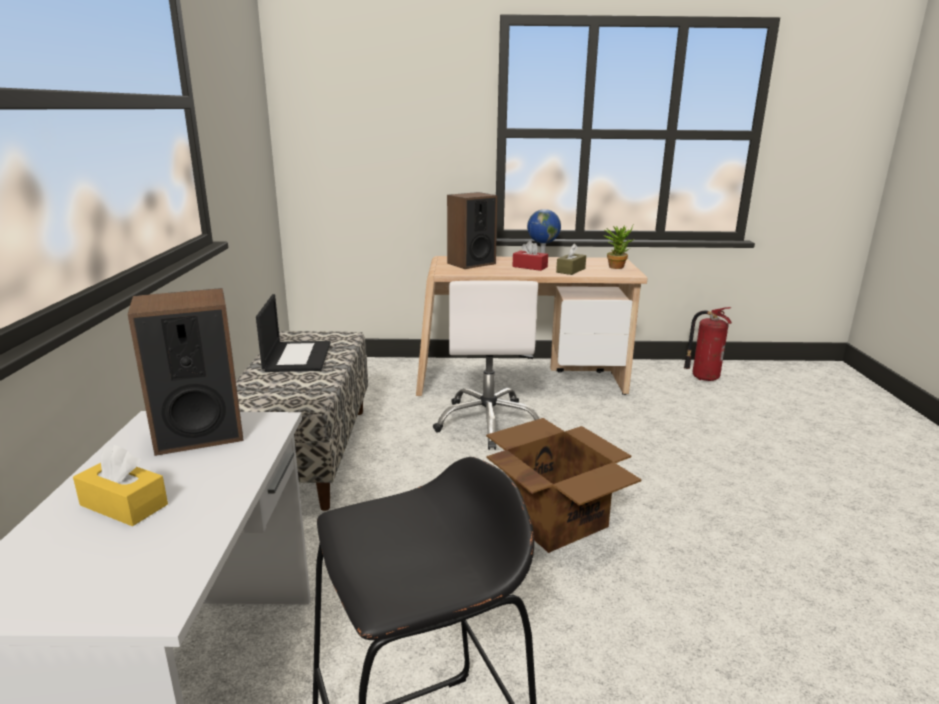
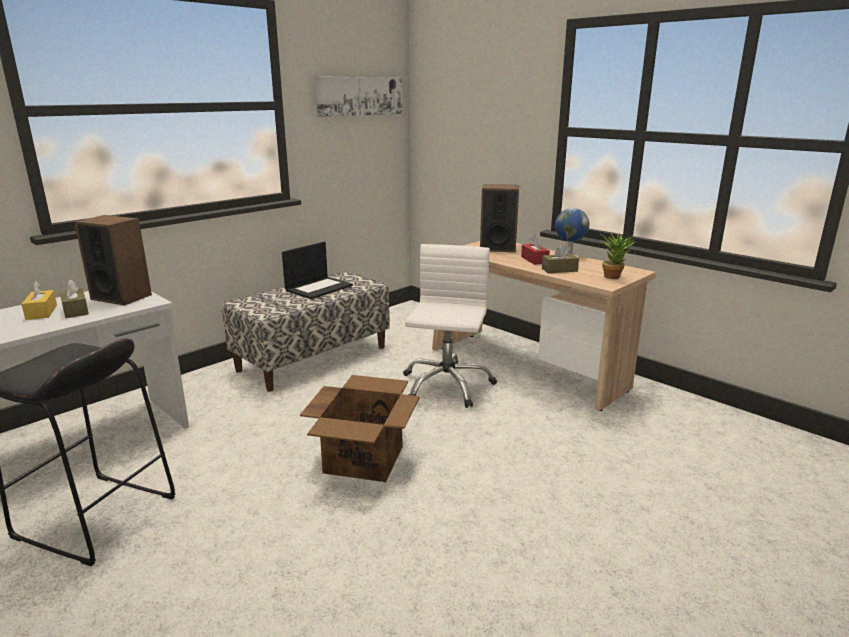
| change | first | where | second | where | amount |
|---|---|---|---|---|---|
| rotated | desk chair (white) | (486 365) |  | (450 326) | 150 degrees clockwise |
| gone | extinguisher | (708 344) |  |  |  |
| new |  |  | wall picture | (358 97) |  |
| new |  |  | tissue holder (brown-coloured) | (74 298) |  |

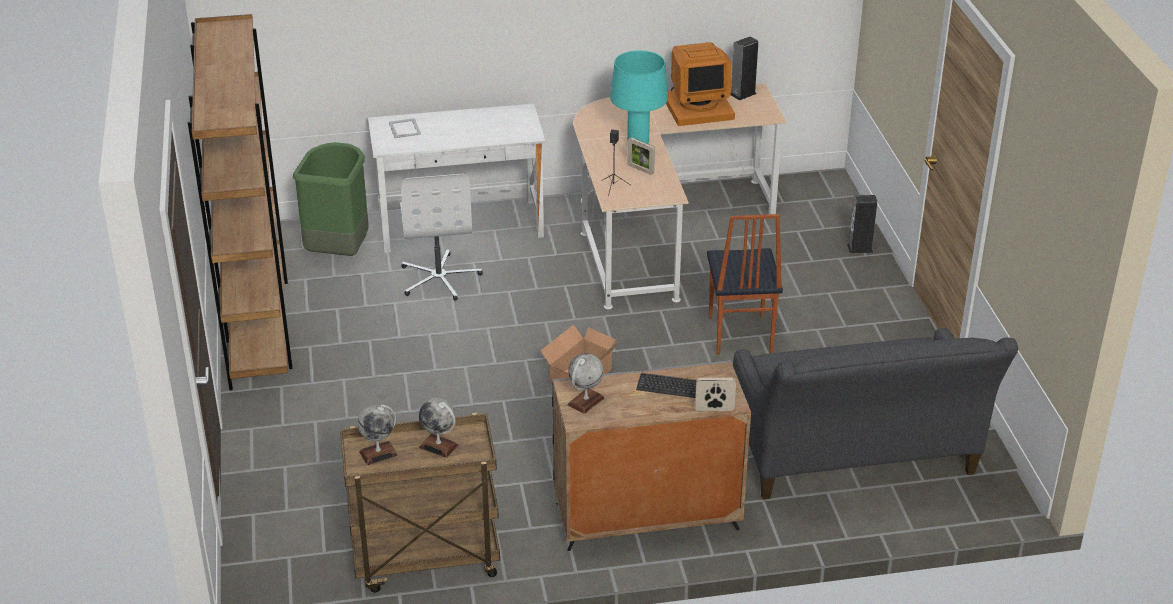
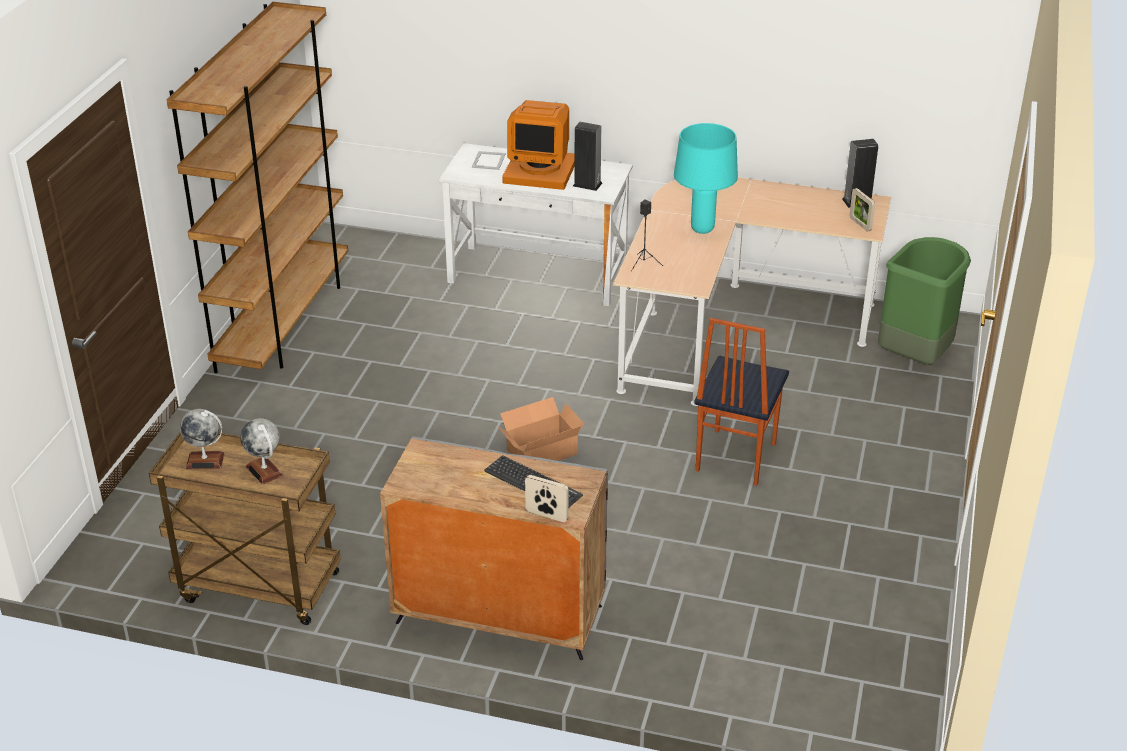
| change | first | where | second | where | amount |
|---|---|---|---|---|---|
| shifted | computer screen | (700 84) |  | (538 145) |  |
| shifted | photo frame | (641 156) |  | (862 210) |  |
| shifted | waste bin (greenish) | (331 199) |  | (924 301) |  |
| gone | desk chair (white) | (441 237) |  |  |  |
| shifted | speaker | (862 224) |  | (587 156) |  |
| gone | couch (greyish) | (875 414) |  |  |  |
| gone | globe | (585 383) |  |  |  |

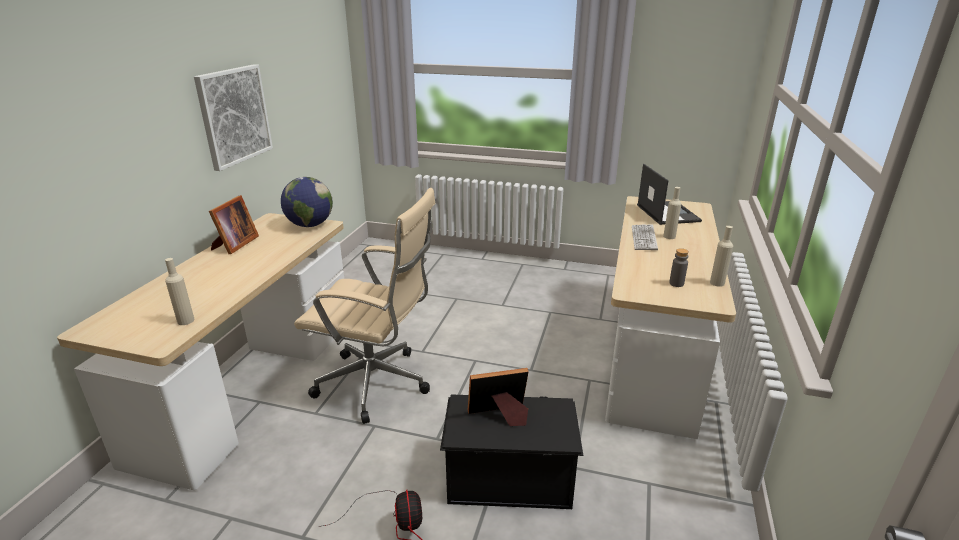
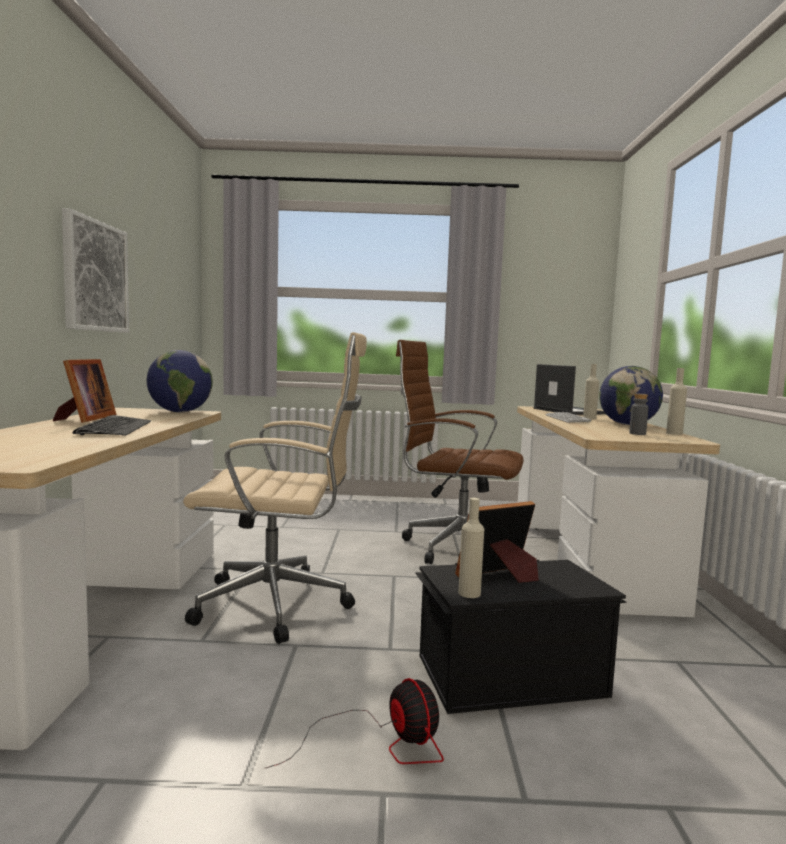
| change | first | where | second | where | amount |
|---|---|---|---|---|---|
| shifted | drink bottle (sand-coloured) | (180 291) |  | (471 548) |  |
| new |  |  | desk chair (brown-coloured) | (460 452) |  |
| new |  |  | globe | (631 395) |  |
| new |  |  | PC keyboard | (111 425) |  |

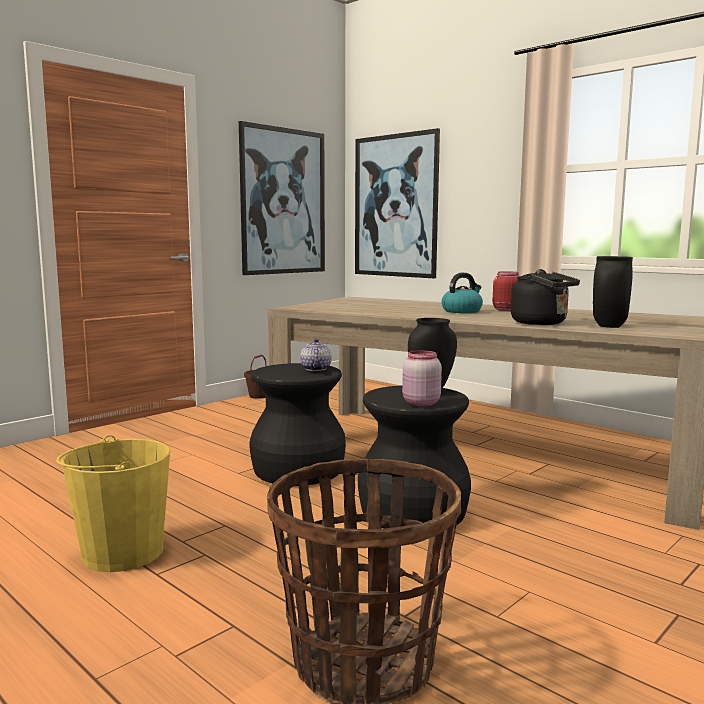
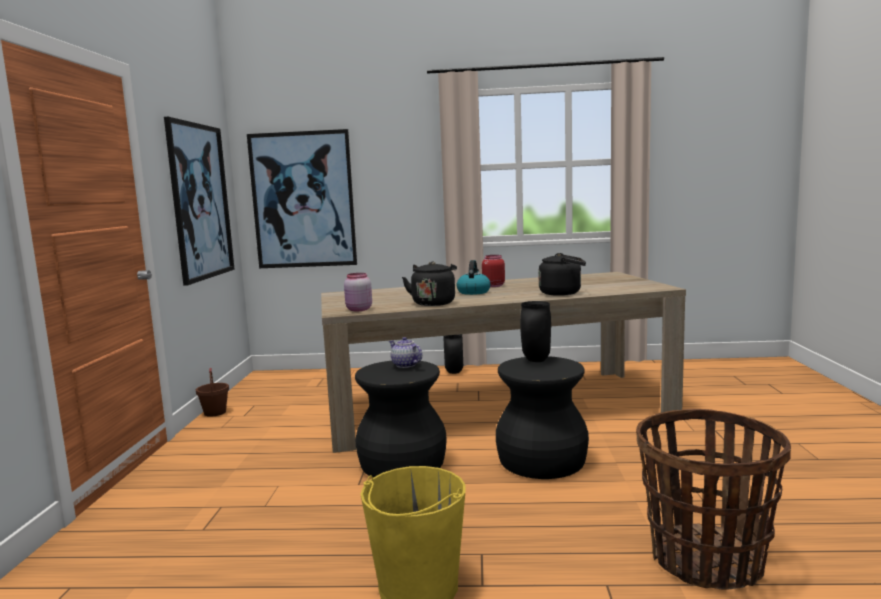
| change | first | where | second | where | amount |
|---|---|---|---|---|---|
| shifted | flower vase (blackish) | (613 292) |  | (453 354) |  |
| shifted | jar (pink-coloured) | (422 378) |  | (358 292) |  |
| new |  |  | water kettle (blackish) | (429 283) |  |

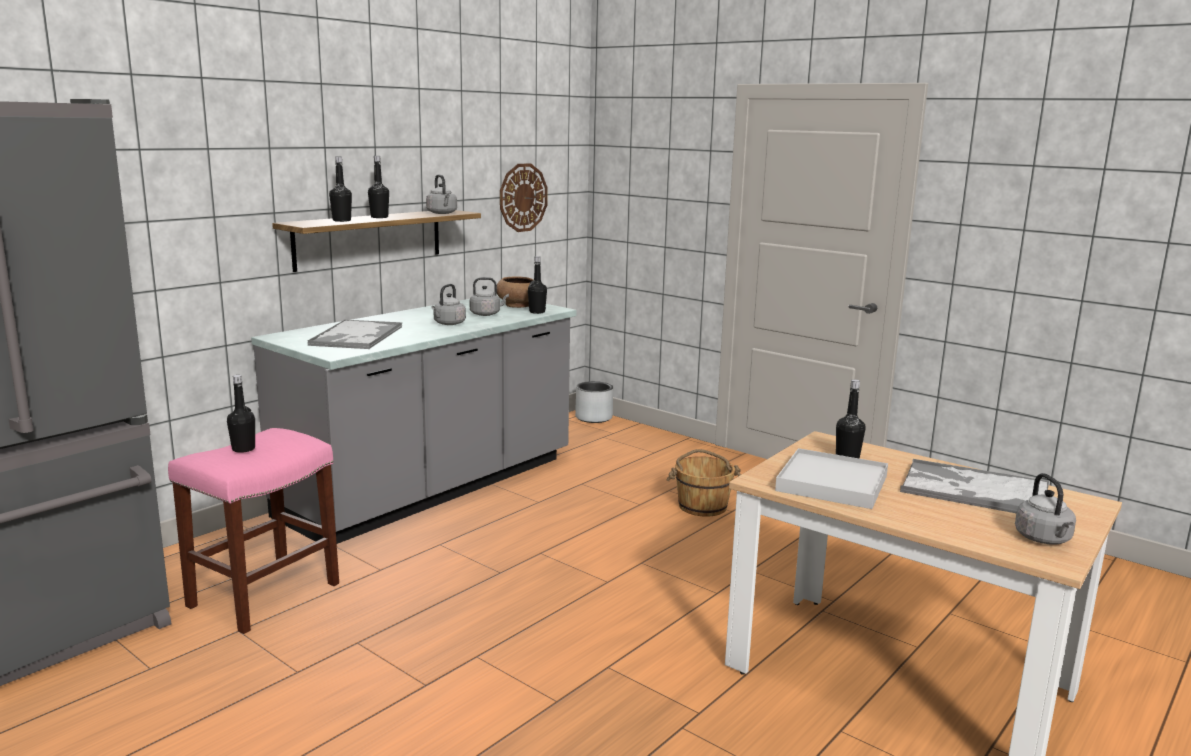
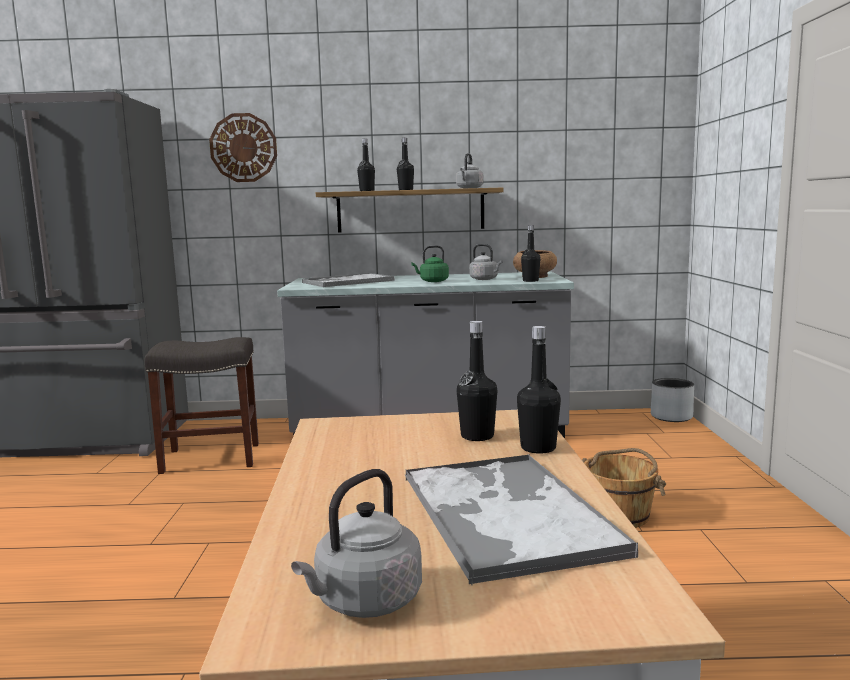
| change | first | where | second | where | amount |
|---|---|---|---|---|---|
| shifted | wall clock | (524 197) |  | (243 147) |  |
| repainted | water kettle (greyish) | (448 304) | water kettle (greenish) | (430 263) |  |
| shifted | drink bottle (blackish) | (241 414) |  | (539 390) |  |
| repainted | sitting stool (pink-coloured) | (253 531) | sitting stool (greyish) | (201 405) |  |
| gone | tray (white) | (831 478) |  |  |  |

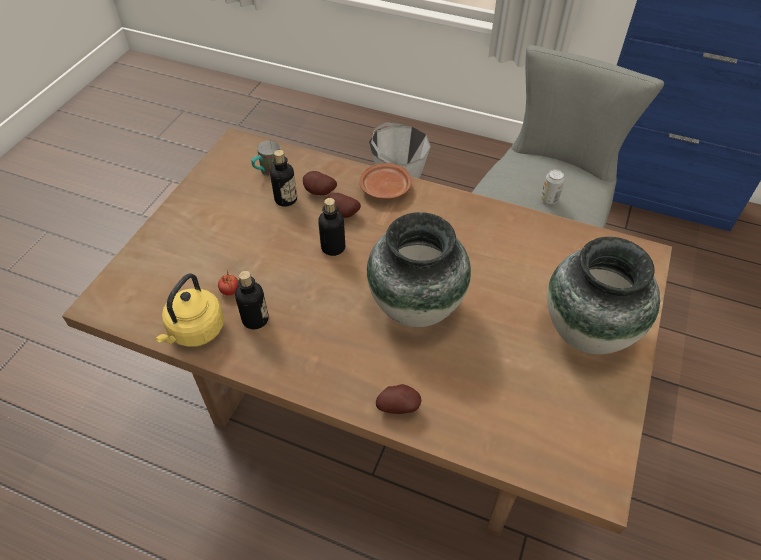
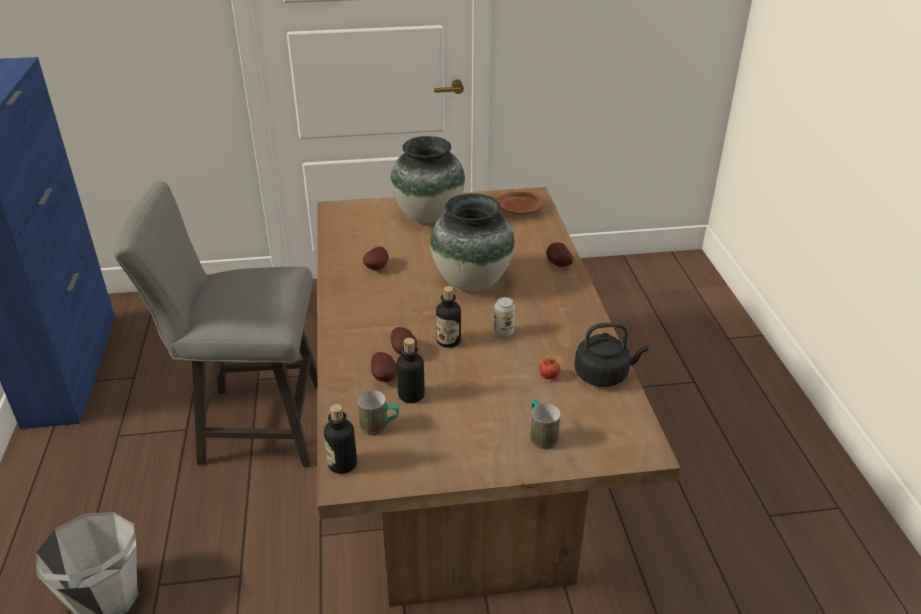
| change | first | where | second | where | amount |
|---|---|---|---|---|---|
| shifted | flat dish (brown-coloured) | (385 181) |  | (519 203) |  |
| shifted | sealed can | (553 186) |  | (504 317) |  |
| shifted | drink bottle | (252 300) |  | (340 439) |  |
| repainted | water kettle (yellowish) | (189 310) | water kettle (blackish) | (611 354) |  |
| new |  |  | whole potato | (376 258) |  |
| new |  |  | coffee mug | (545 424) |  |

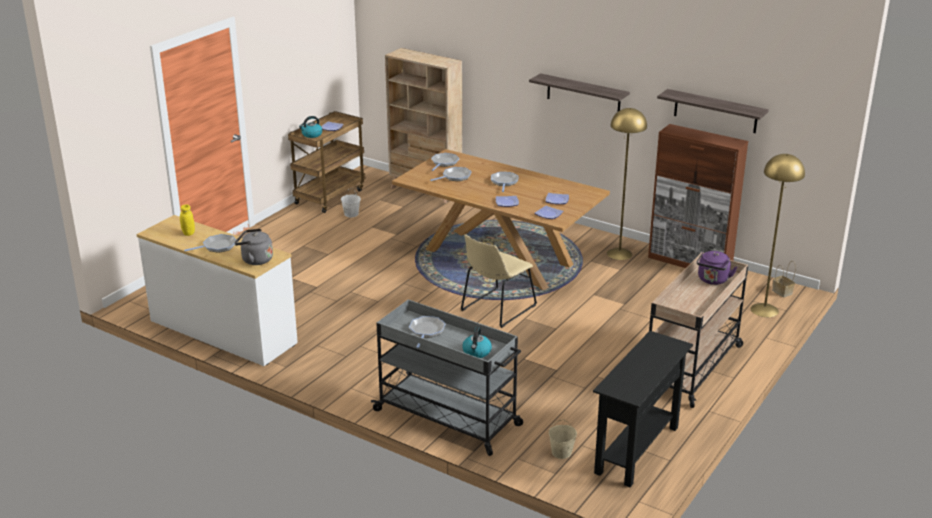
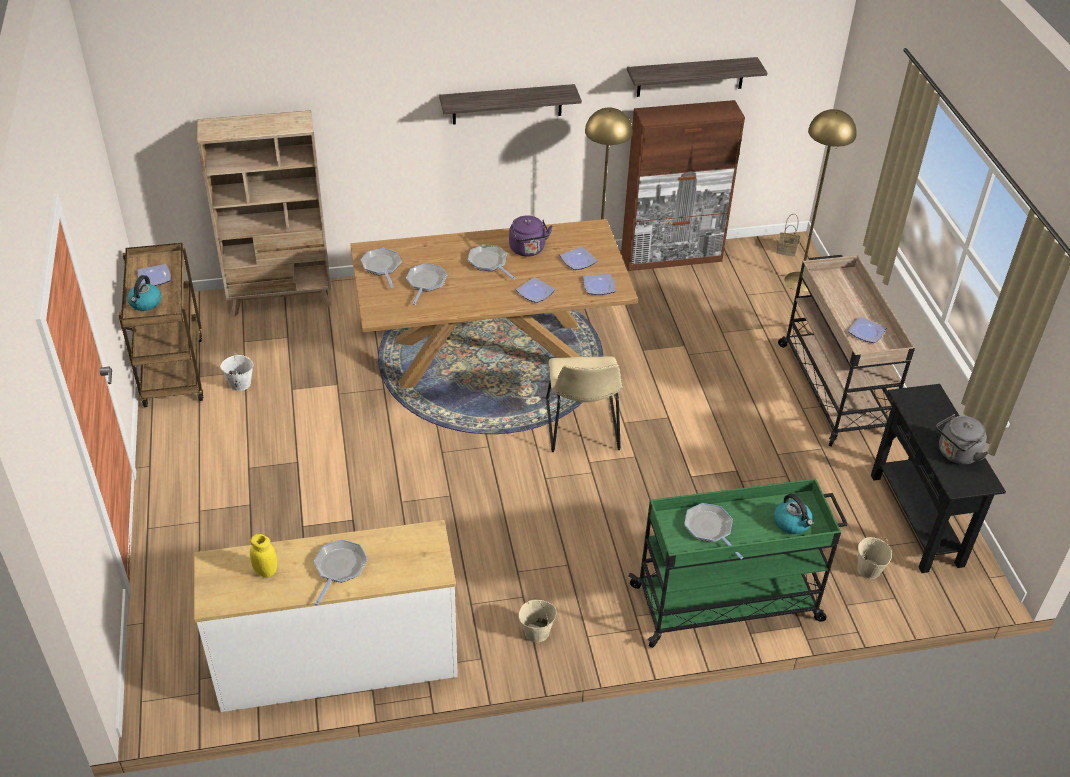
| change | first | where | second | where | amount |
|---|---|---|---|---|---|
| shifted | water kettle (greyish) | (253 247) |  | (962 439) |  |
| shifted | water kettle (purplish) | (717 268) |  | (531 236) |  |
| repainted | trolley (greyish) | (447 377) | trolley (greenish) | (738 563) |  |
| new |  |  | flat dish | (867 330) |  |
| new |  |  | pail (sand-coloured) | (538 620) |  |

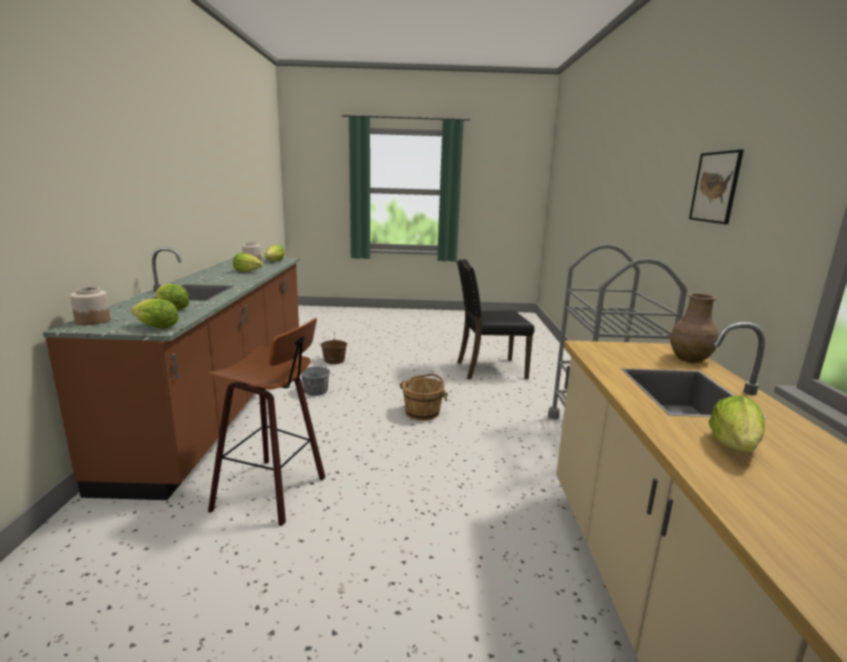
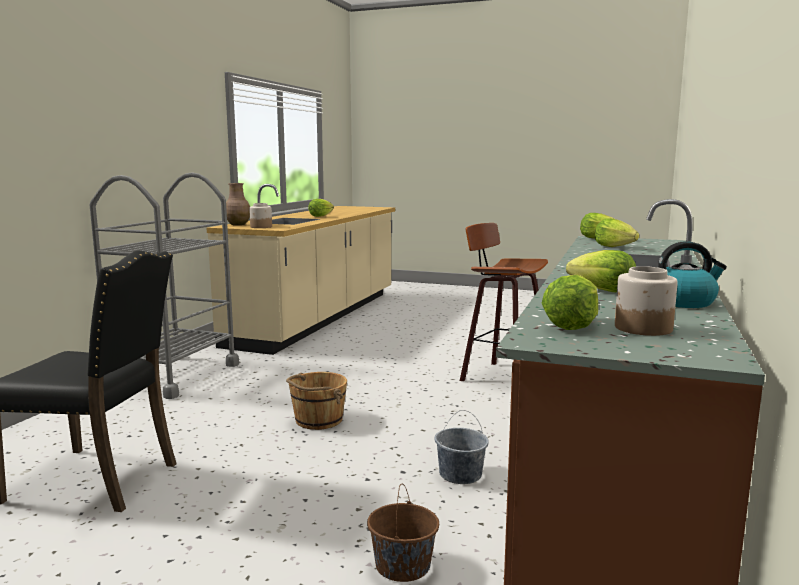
| change | first | where | second | where | amount |
|---|---|---|---|---|---|
| gone | wall picture | (716 186) |  |  |  |
| shifted | jar | (90 306) |  | (260 215) |  |
| new |  |  | water kettle | (692 274) |  |

